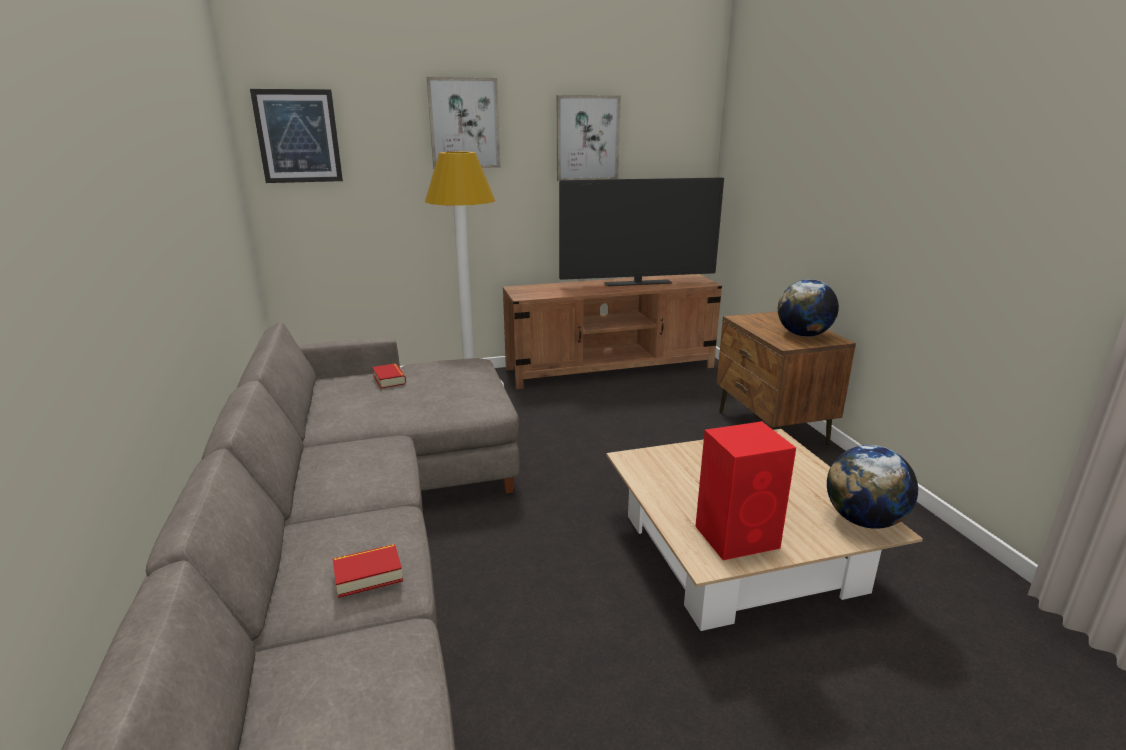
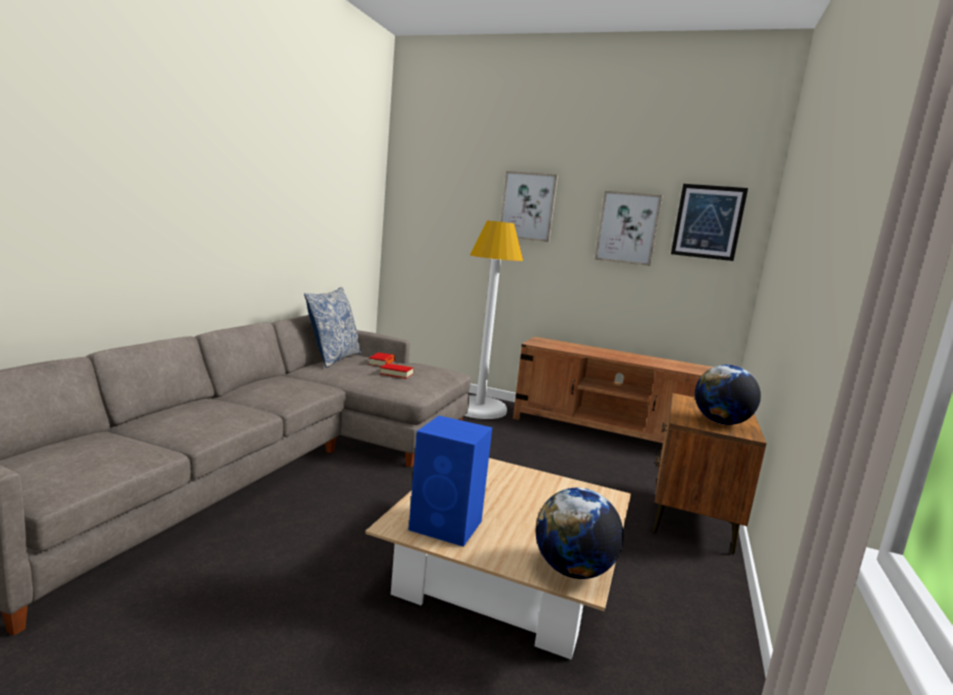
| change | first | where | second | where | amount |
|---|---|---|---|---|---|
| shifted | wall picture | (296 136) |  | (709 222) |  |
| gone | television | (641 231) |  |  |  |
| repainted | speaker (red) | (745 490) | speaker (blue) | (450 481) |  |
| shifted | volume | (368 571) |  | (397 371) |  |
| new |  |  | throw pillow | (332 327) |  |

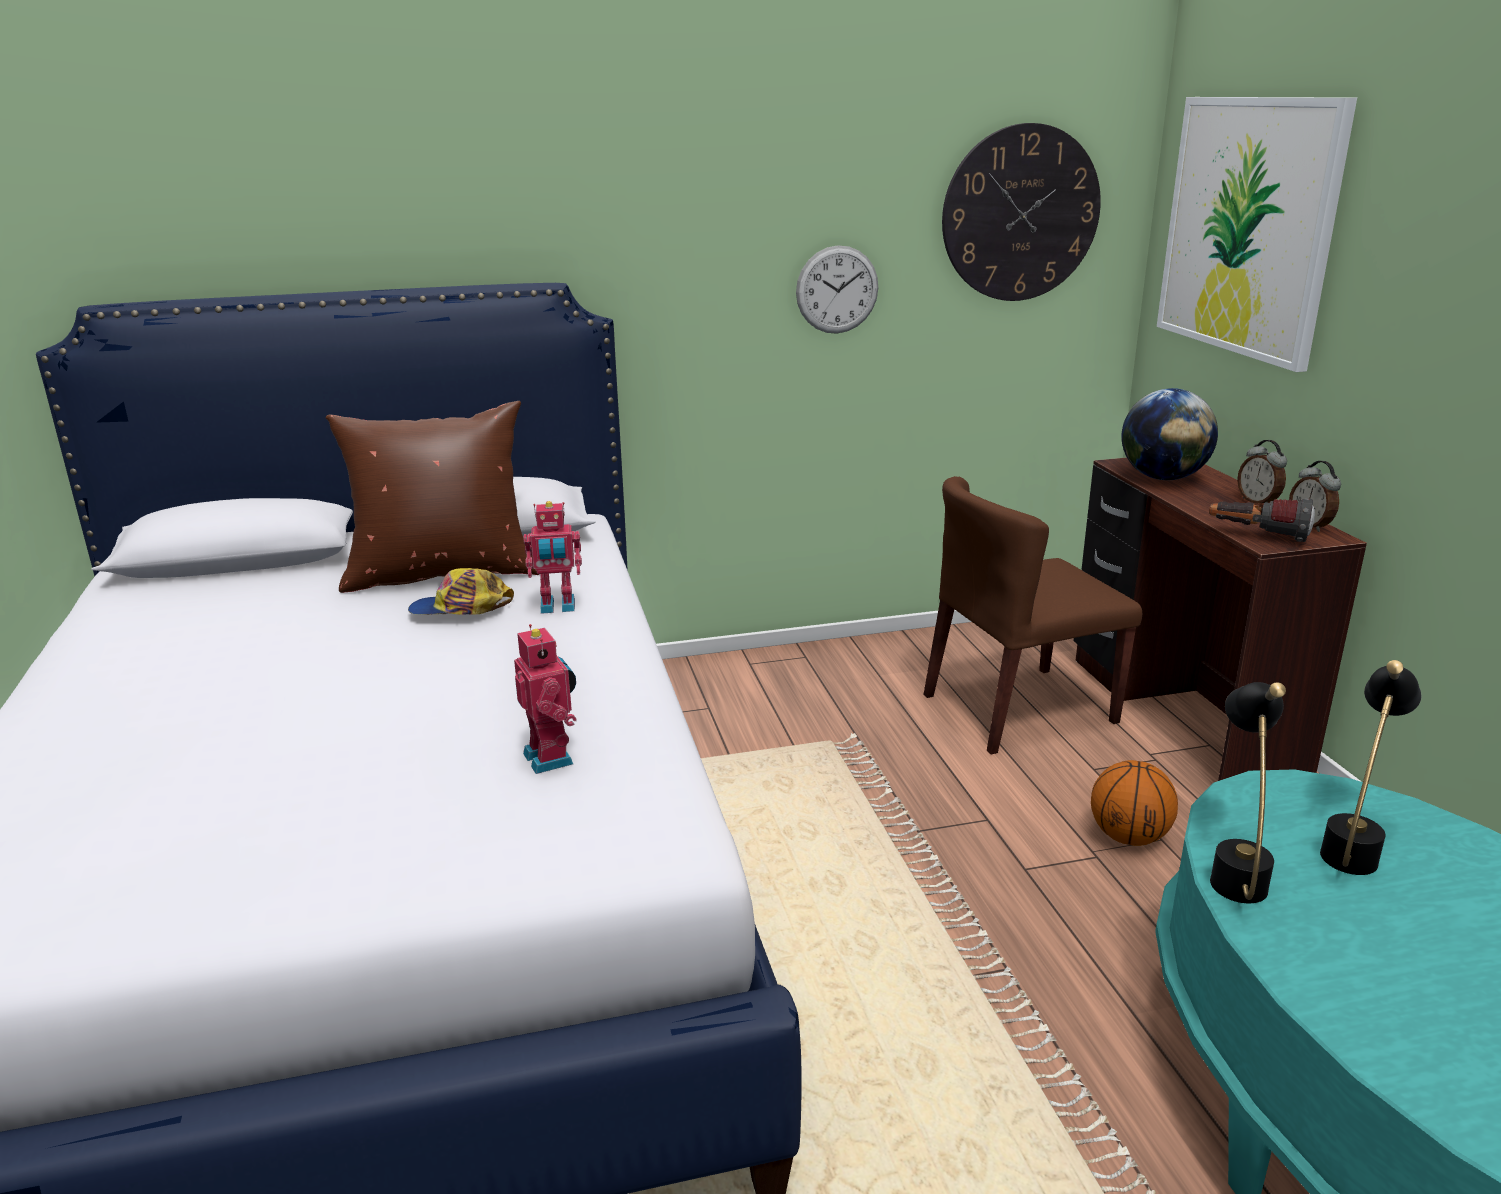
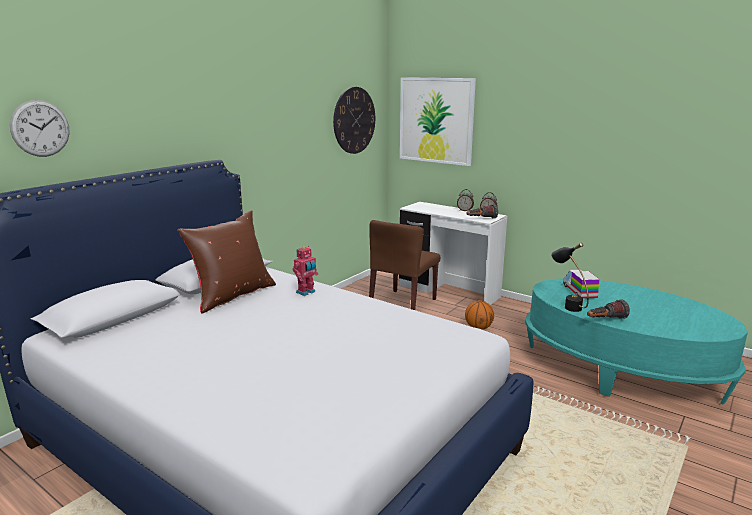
| change | first | where | second | where | amount |
|---|---|---|---|---|---|
| shifted | wall clock | (837 289) |  | (40 128) |  |
| gone | globe | (1170 434) |  |  |  |
| repainted | desk table (brown-coloured) | (1220 619) | desk table (white) | (453 253) |  |
| gone | peaked cap | (461 591) |  |  |  |
| gone | robot figure | (545 699) |  |  |  |
| swapped | table lamp (blackish) | (1370 767) | model truck | (581 284) |  |
| new |  |  | hand torch | (608 309) |  |

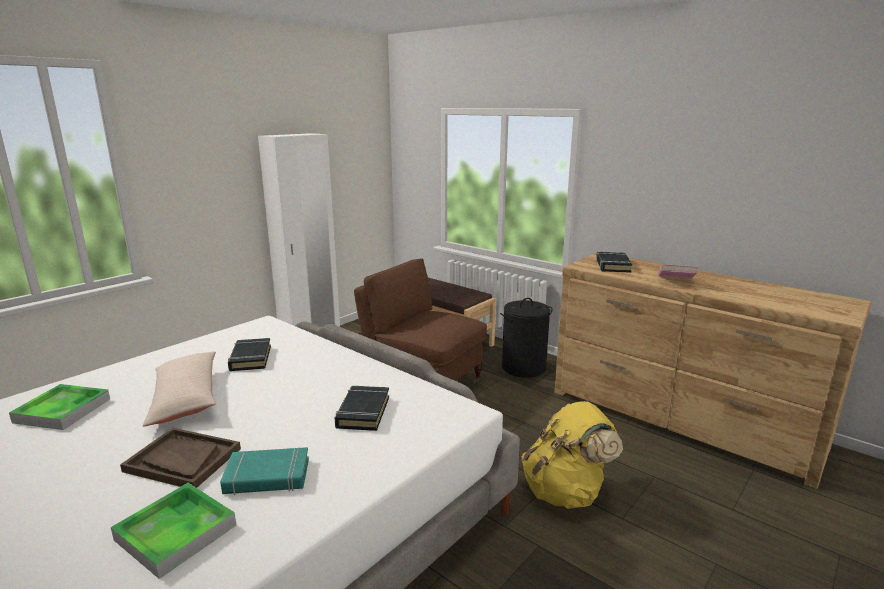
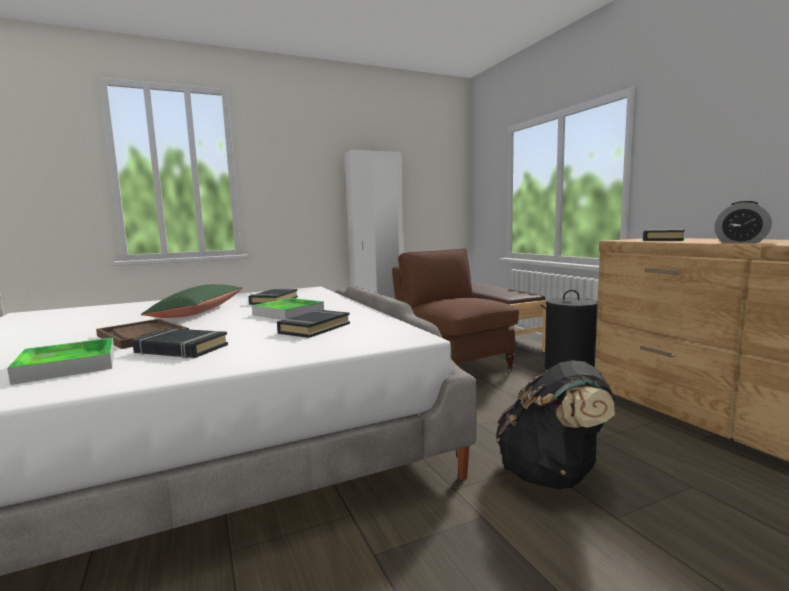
| change | first | where | second | where | amount |
|---|---|---|---|---|---|
| swapped | volume (pink-coloured) | (677 271) | bedside clock | (743 222) |  |
| repainted | throw pillow (sand-coloured) | (179 389) | throw pillow (greenish) | (192 301) |  |
| shifted | tray | (59 407) |  | (288 309) |  |
| repainted | rucksack (yellowish) | (572 455) | rucksack (blackish) | (556 424) |  |
| repainted | volume (turquoise) | (264 471) | volume (blackish) | (180 343) |  |

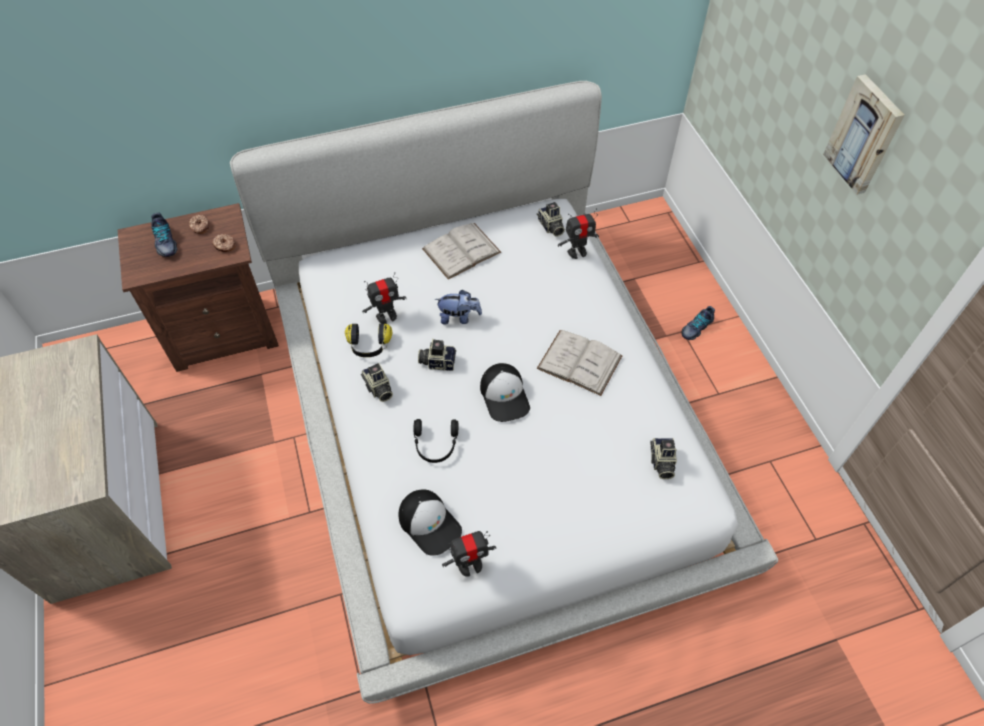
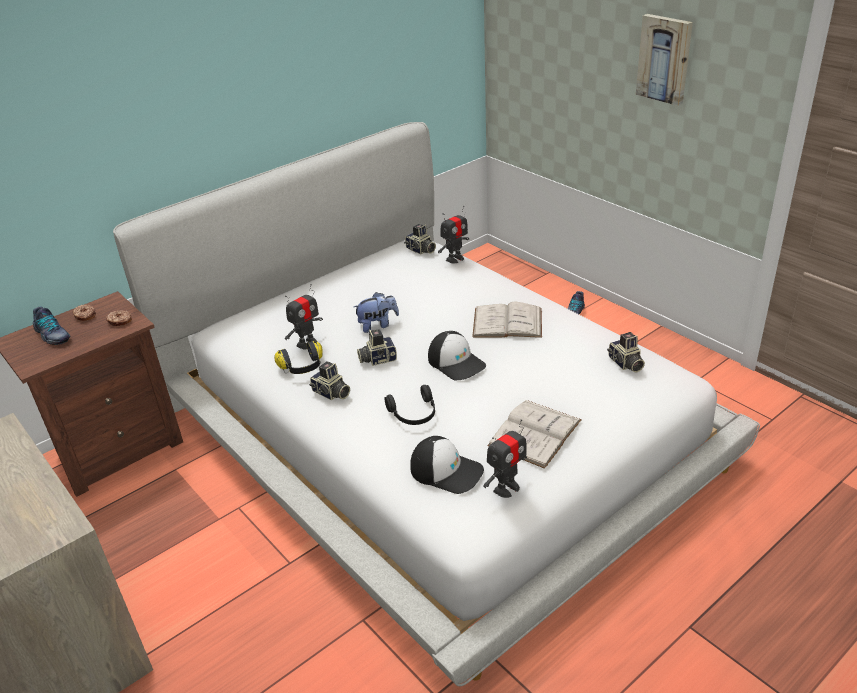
| change | first | where | second | where | amount |
|---|---|---|---|---|---|
| shifted | volume (white) | (461 251) |  | (534 434) |  |

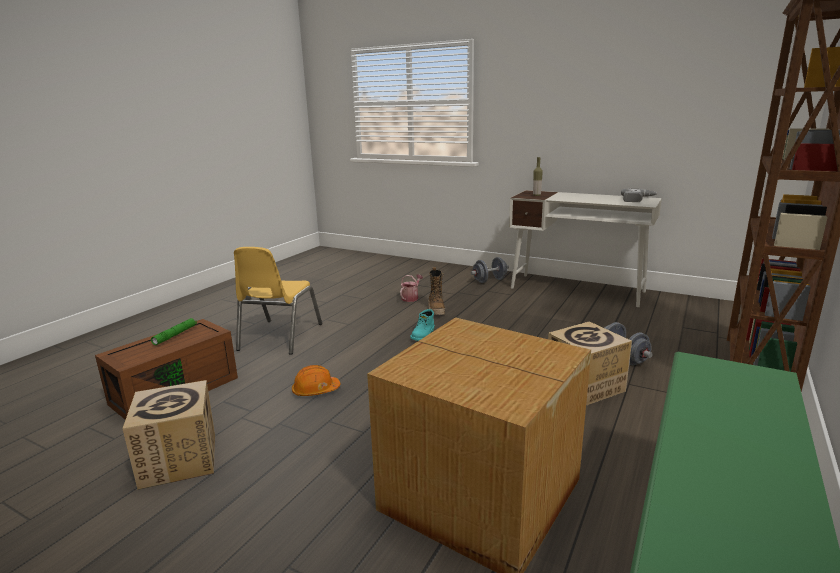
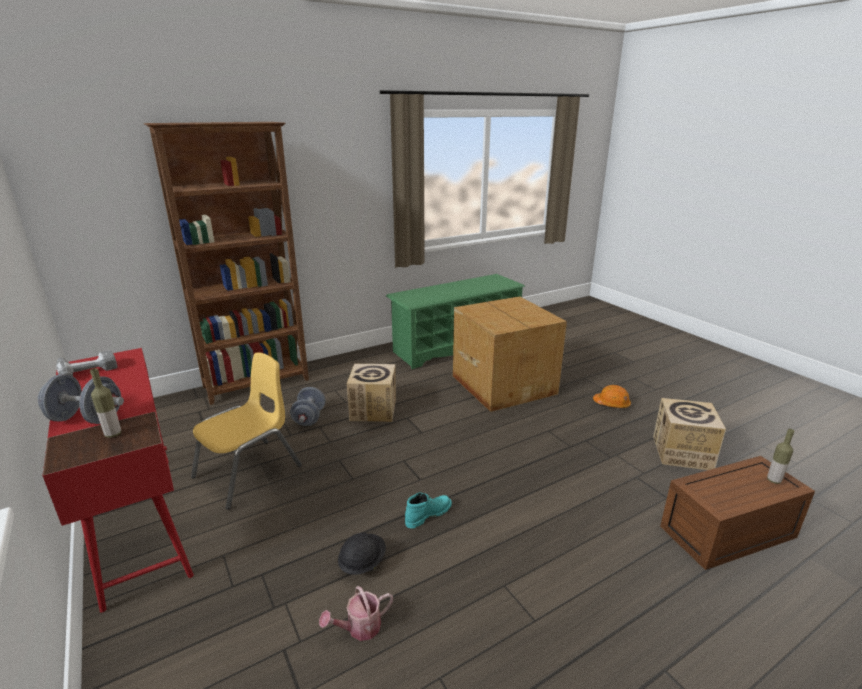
| change | first | where | second | where | amount |
|---|---|---|---|---|---|
| repainted | desk table (white) | (585 248) | desk table (red) | (118 480) |  |
| shifted | plain chair (yellowish) | (278 301) |  | (246 431) |  |
| shifted | hand weight (greyish) | (490 270) |  | (81 399) |  |
| swapped | high-top boot | (437 291) | hard hat (blackish) | (362 553) |  |
| gone | hand torch (greenish) | (174 331) |  |  |  |
| shifted | hard hat (orange) | (316 380) |  | (612 396) |  |
| new |  |  | drink bottle | (780 456) |  |

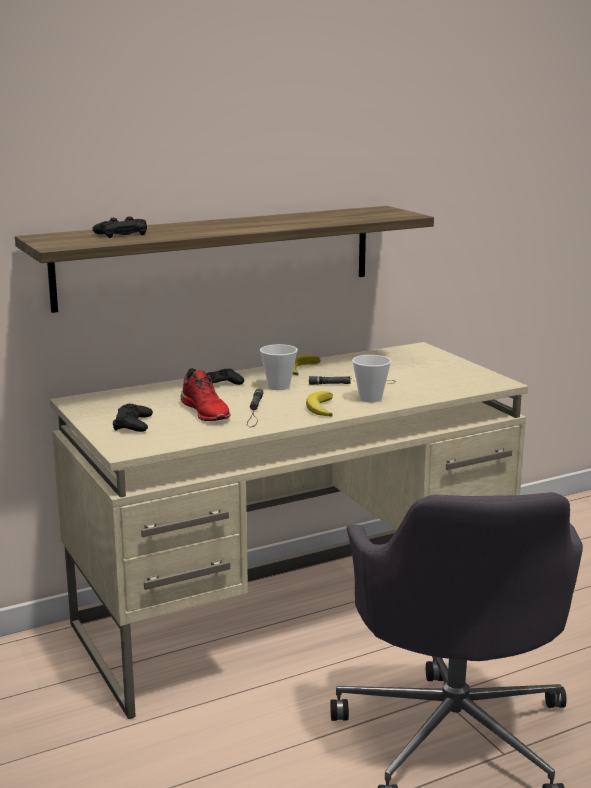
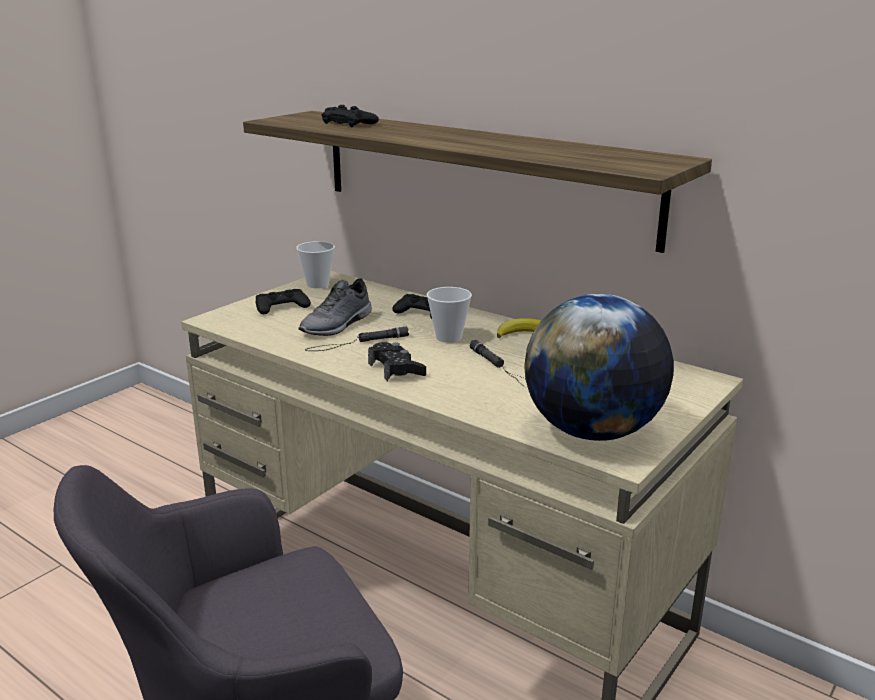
| change | first | where | second | where | amount |
|---|---|---|---|---|---|
| shifted | small cup | (371 378) |  | (315 264) |  |
| repainted | item of footwear (red) | (205 394) | item of footwear (greyish) | (335 307) |  |
| swapped | whole banana | (319 404) | joypad (blackish) | (397 361) |  |
| new |  |  | globe | (599 367) |  |

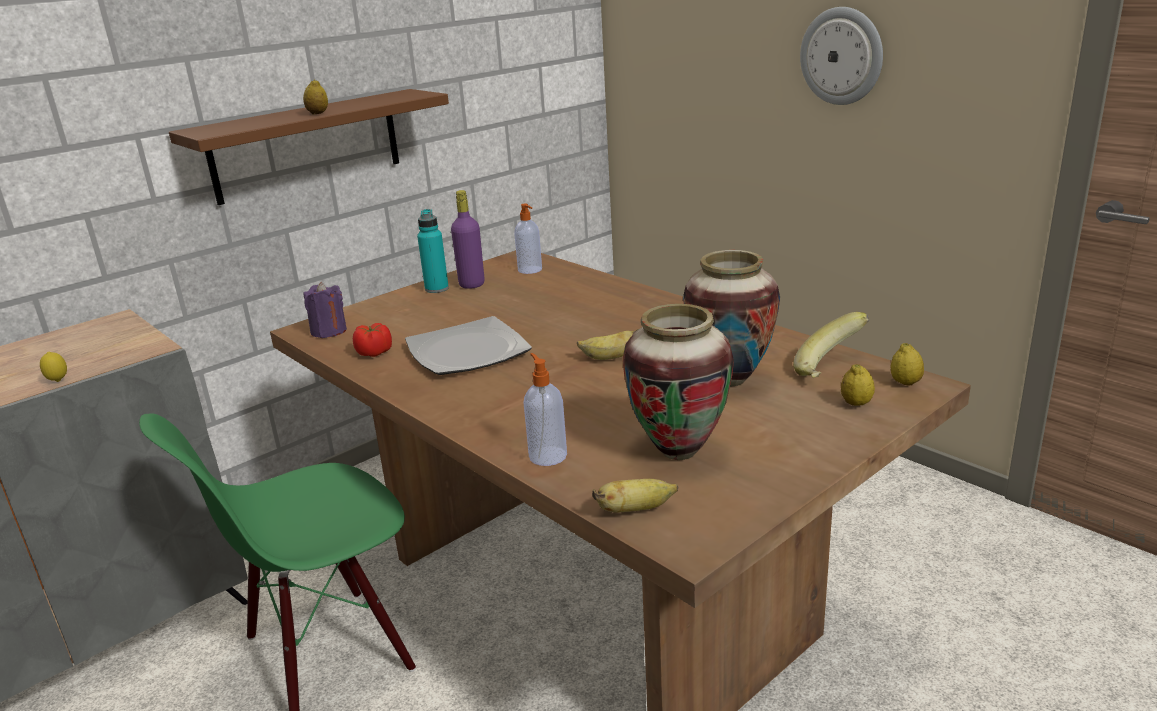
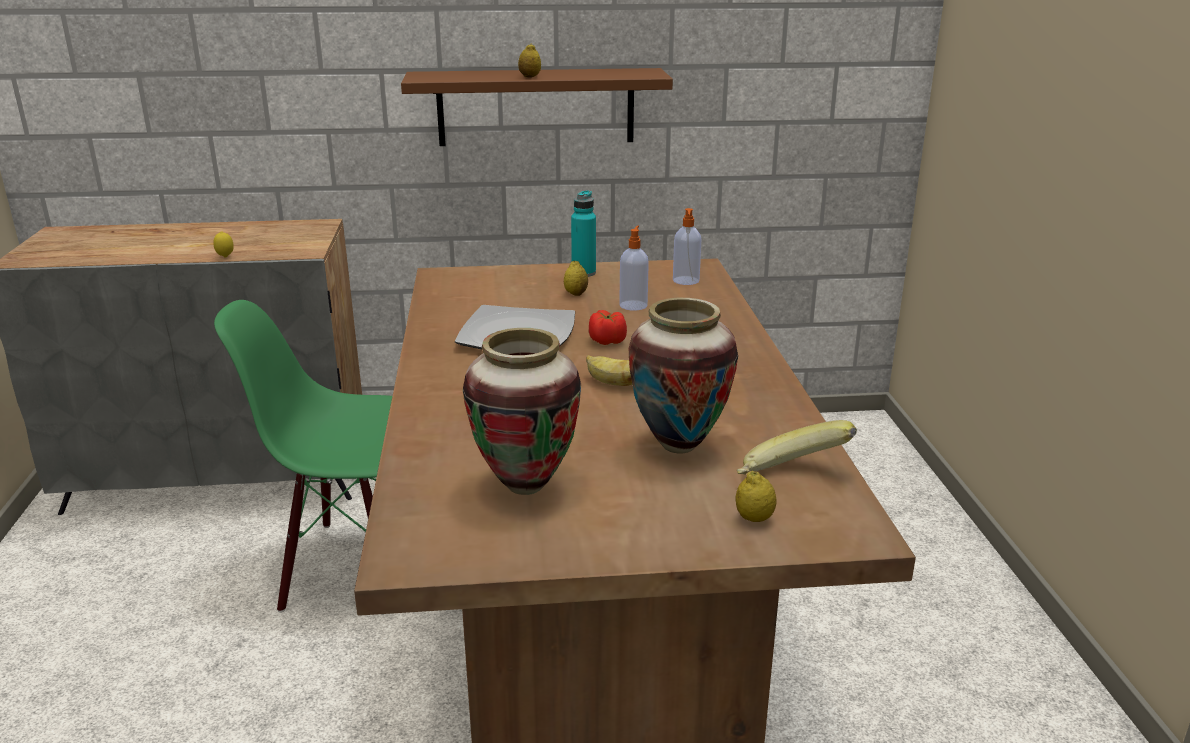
| change | first | where | second | where | amount |
|---|---|---|---|---|---|
| gone | wall clock | (841 56) |  |  |  |
| gone | drink bottle (purplish) | (468 239) |  |  |  |
| gone | candle (purplish) | (325 310) |  |  |  |
| shifted | fresh tomato | (372 340) |  | (608 327) |  |
| shifted | citrus fruit | (907 364) |  | (576 278) |  |
| shifted | soap dispenser | (545 409) |  | (634 268) |  |
| gone | whole banana | (635 495) |  |  |  |

